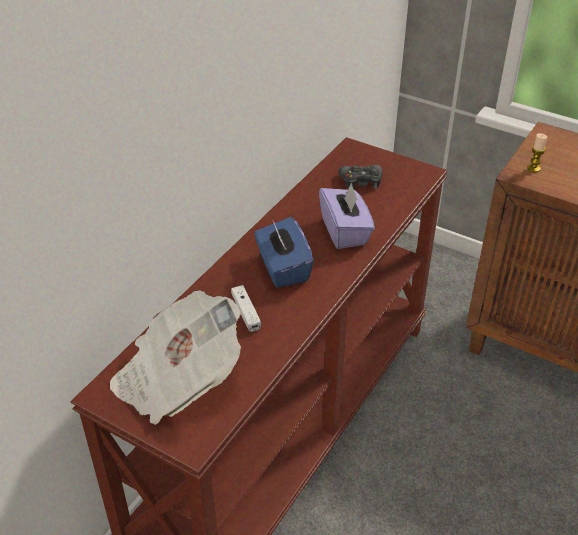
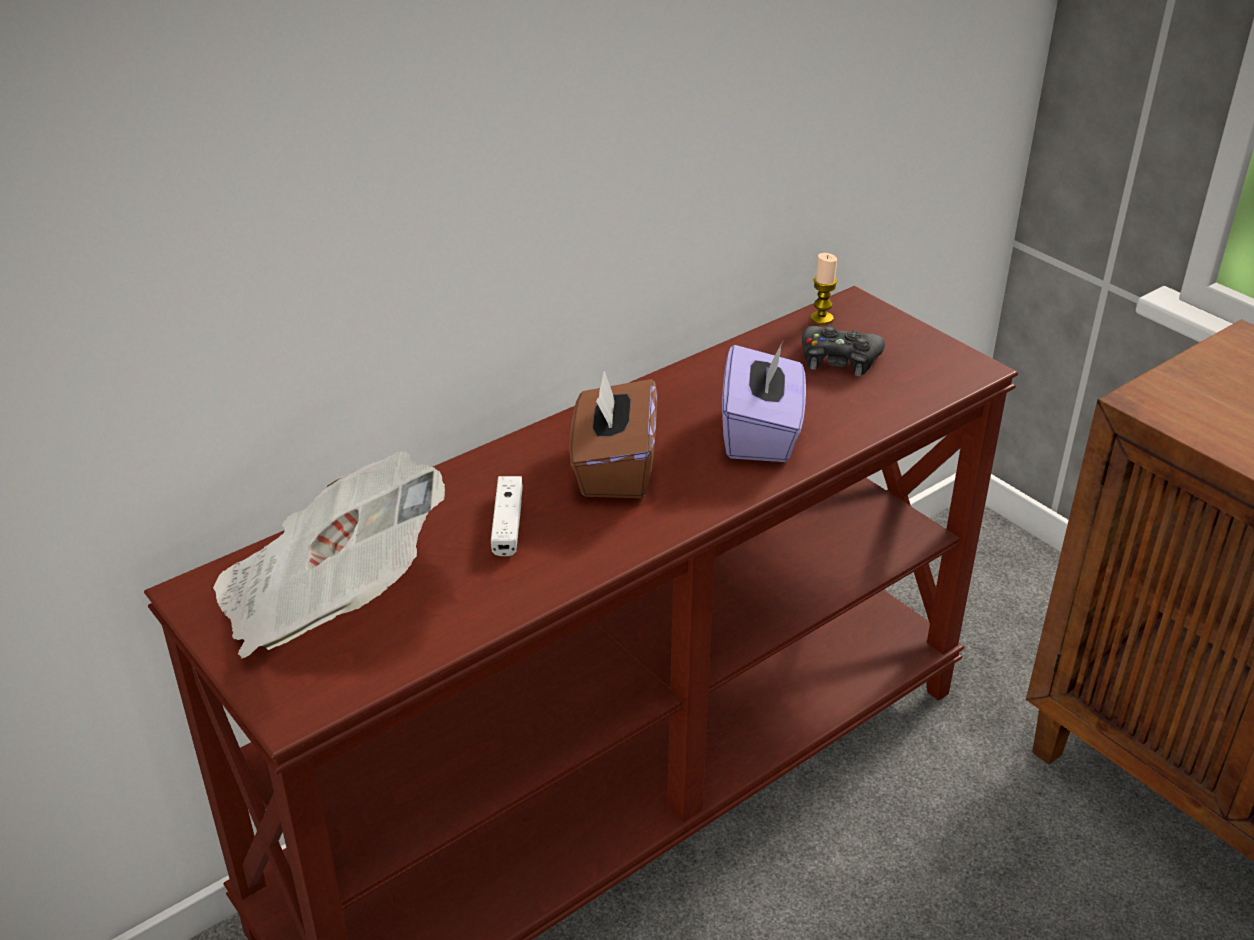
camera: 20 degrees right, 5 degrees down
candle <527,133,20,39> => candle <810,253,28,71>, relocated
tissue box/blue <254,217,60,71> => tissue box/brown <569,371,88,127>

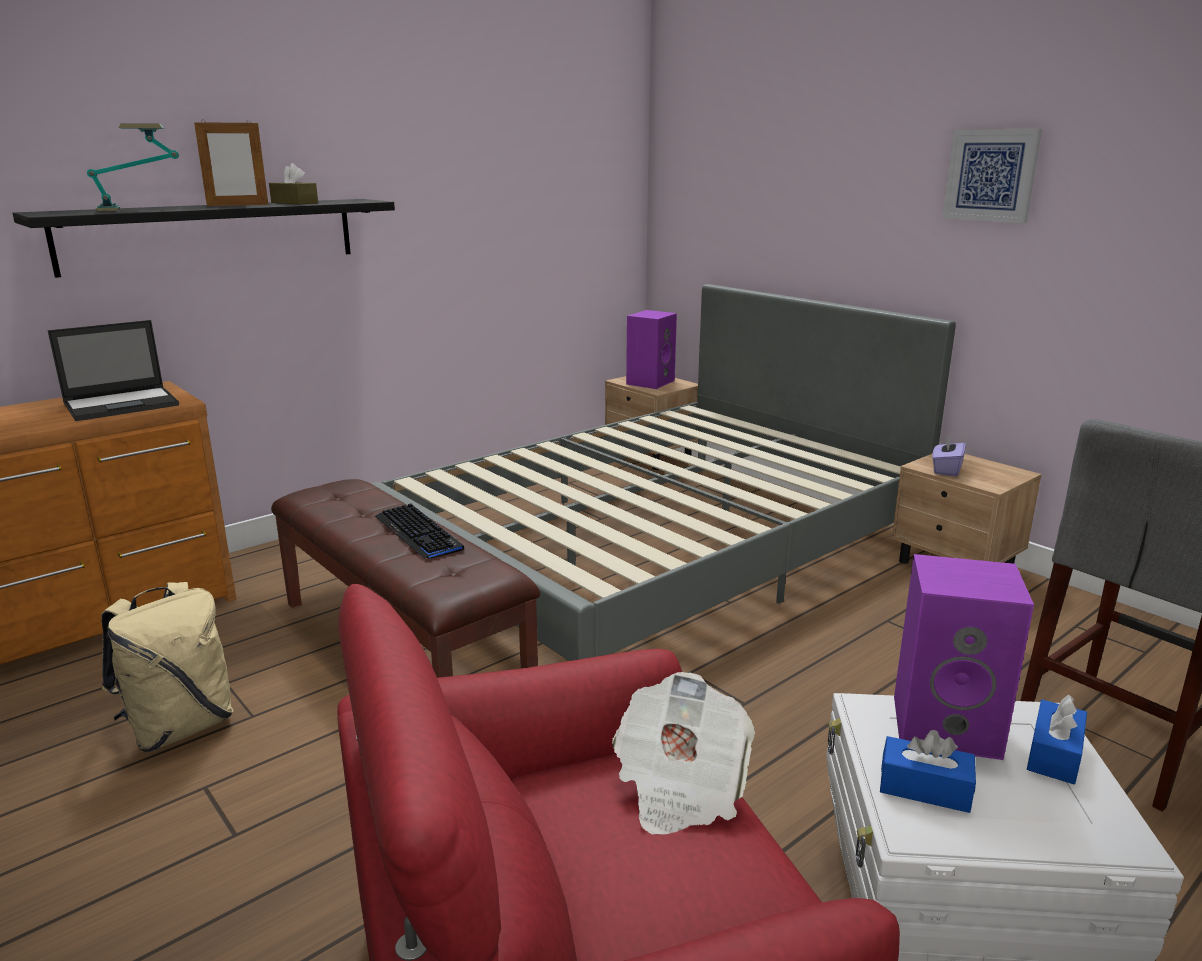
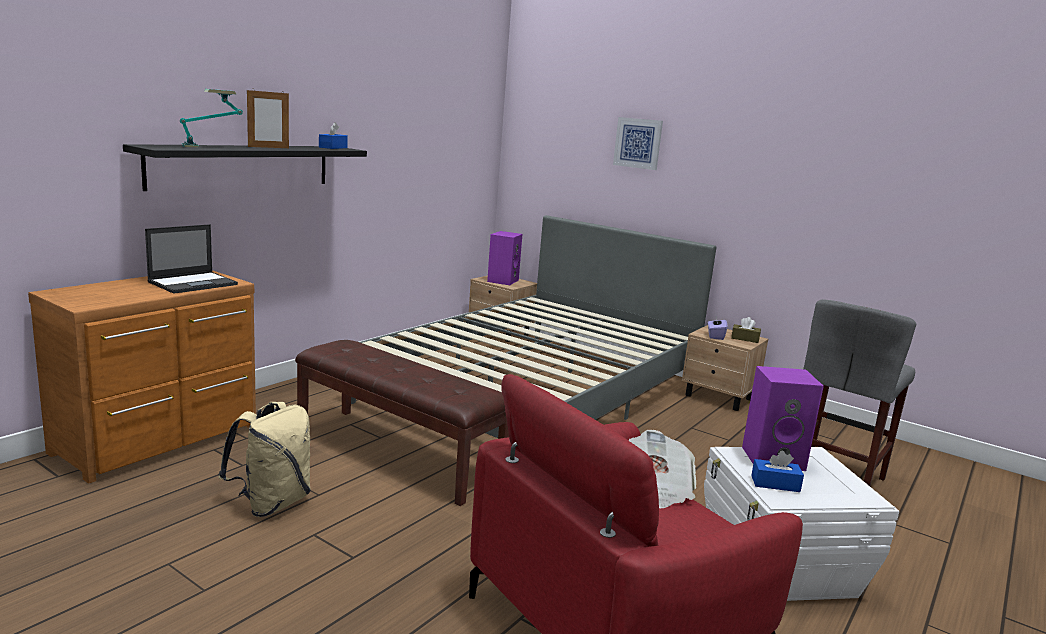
camera: 15 degrees left, 5 degrees down
picture <942,129,100,94> => picture <613,117,50,53>, relocated
tissue box/brown <269,163,49,41> => tissue box/brown <731,317,30,26>, relocated
keyboard <375,504,89,55> => nothing
tissue box/blue <1027,694,60,90> => tissue box/blue <319,122,29,27>, relocated

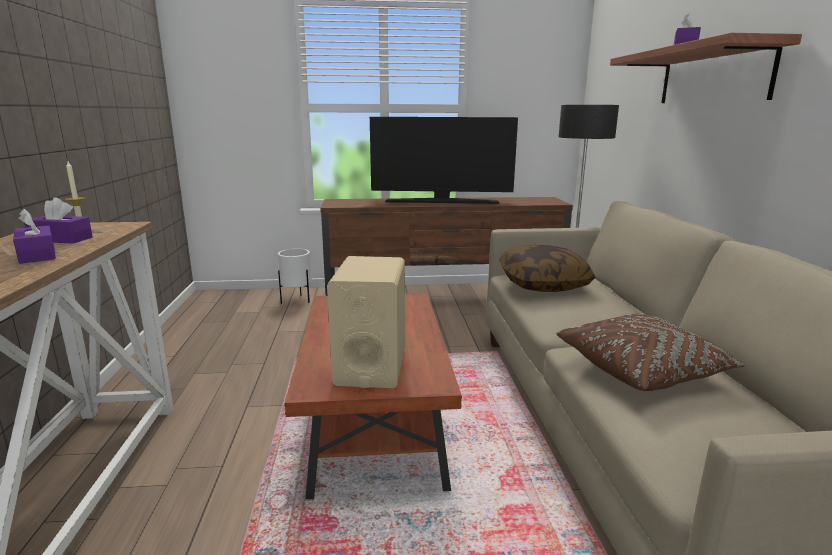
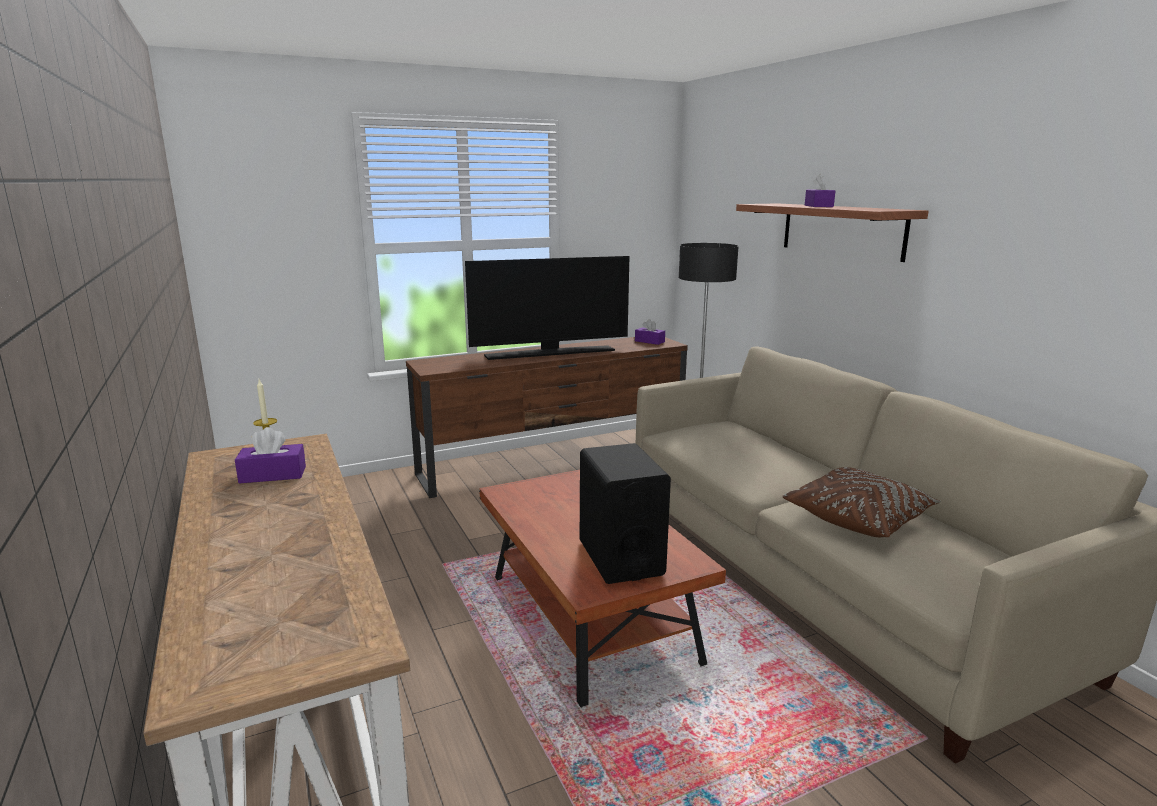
camera: 20 degrees left, 0 degrees up
tissue box/purple <13,209,43,55> => tissue box/purple <635,319,30,26>, relocated
pillow <499,245,96,47> => nothing
planter/white <278,249,34,55> => nothing
speaker/beige <327,256,78,132> => speaker/black <580,443,91,141>

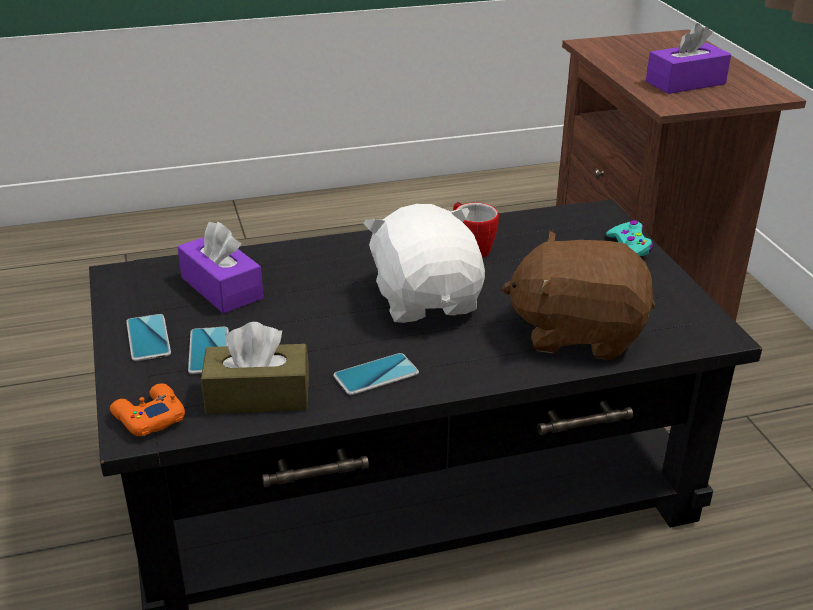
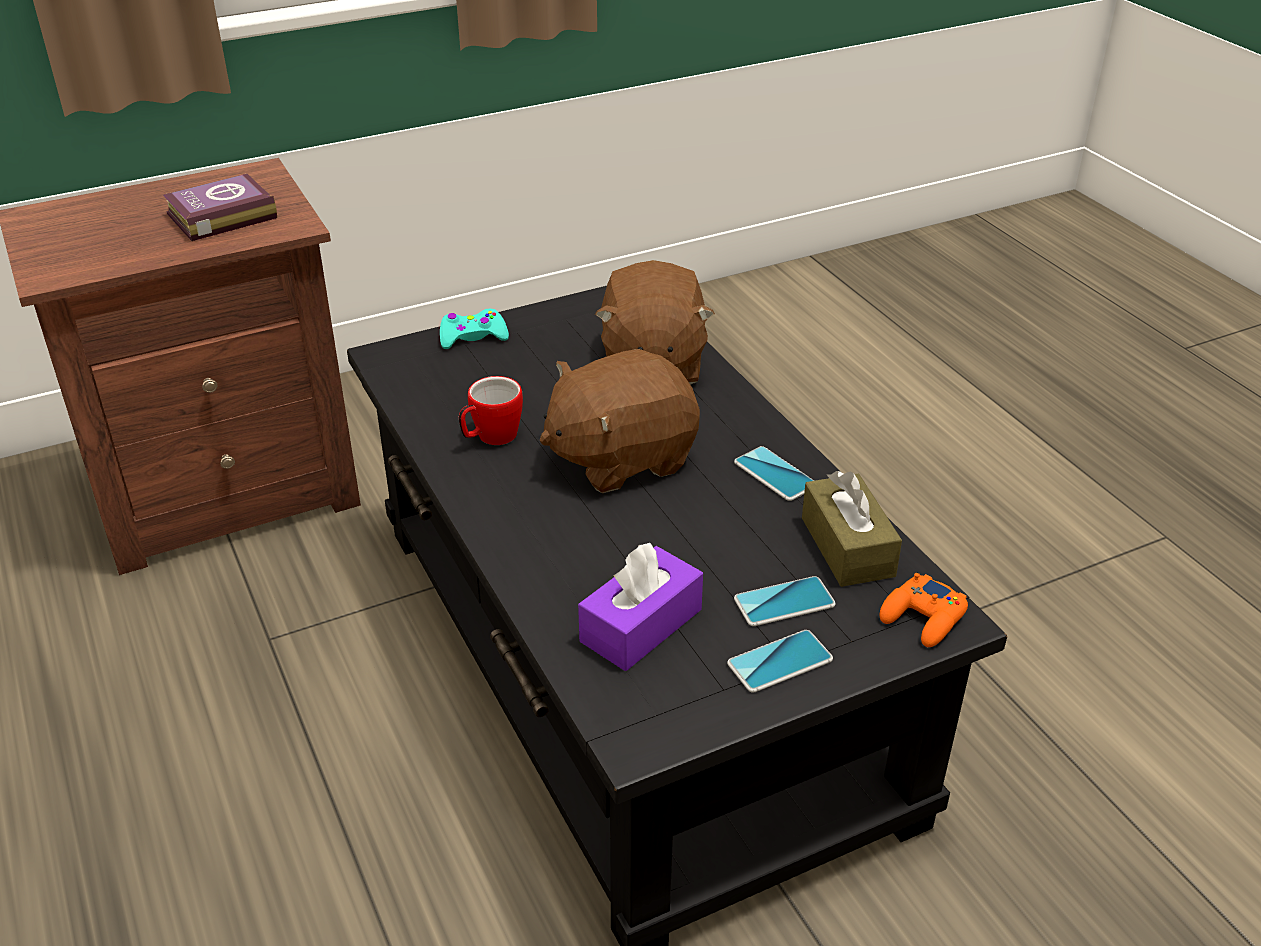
camera: 100 degrees left, 5 degrees up
tissue box/purple <646,23,85,71> => book <163,174,114,67>
plush toy/white <364,204,121,119> => plush toy/brown <540,349,160,144>

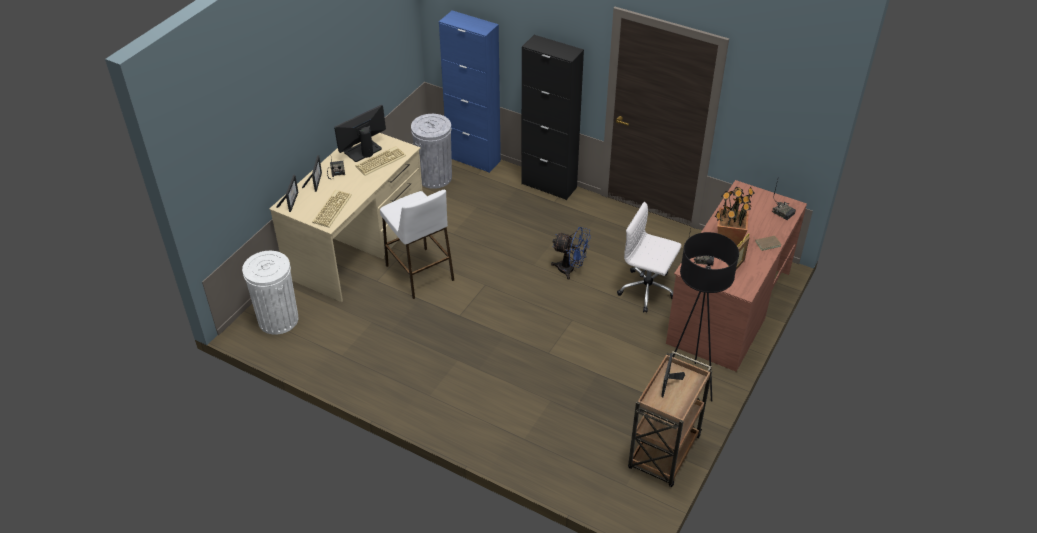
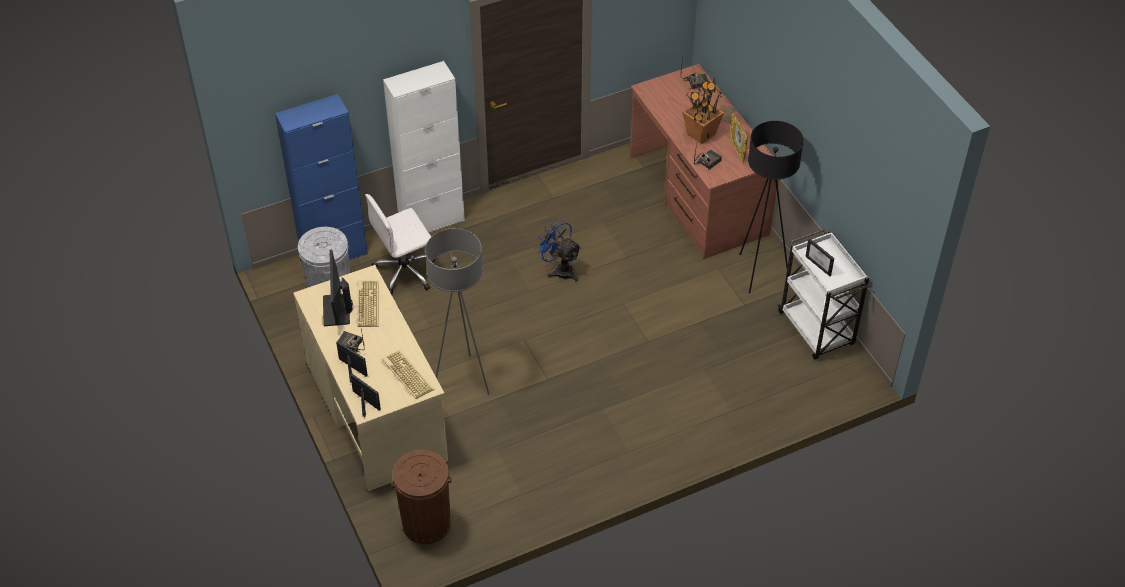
camera: 55 degrees left, 5 degrees up
cabinet/black <521,35,63,165> => cabinet/white <383,61,82,171>
stool/white <380,190,74,109> => floor lamp/grey <425,228,64,167>
office chair/white <617,202,65,111> => office chair/white <365,194,70,100>, relocated
fan/blue <551,227,40,52> => fan/blue <535,219,46,63>, 105 degrees counterclockwise
trash can/white <242,251,57,84> => trash can/brown <392,450,59,94>
cart/brown <628,351,84,136> => cart/white <778,229,92,130>

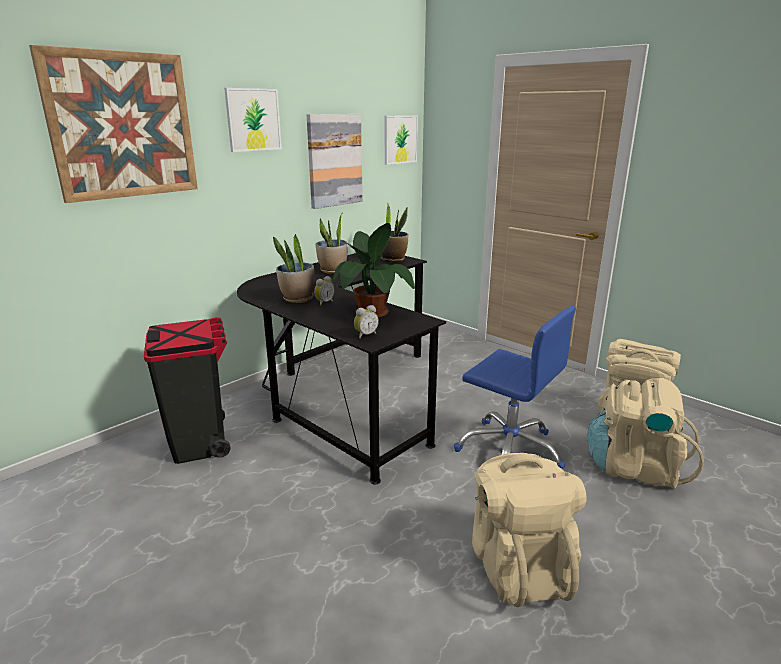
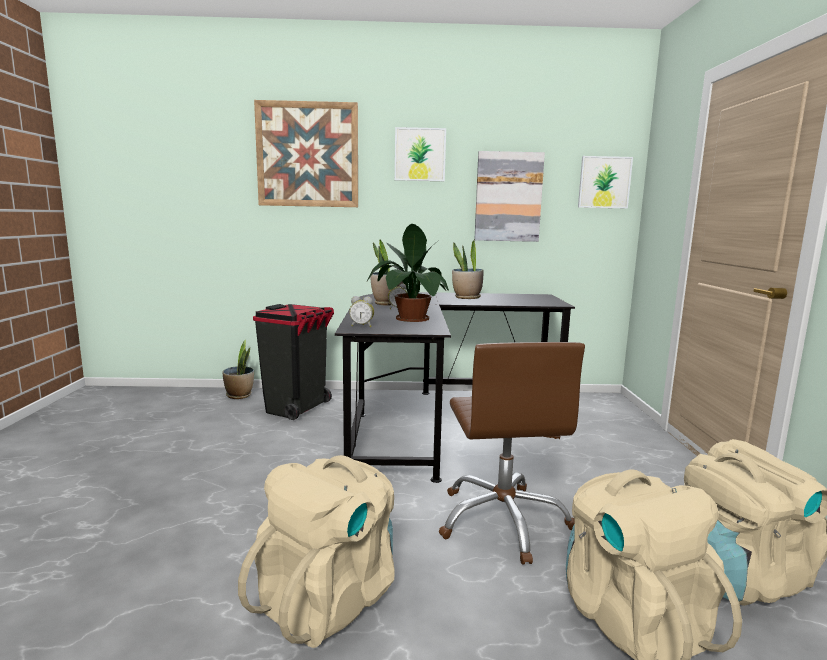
camera: 45 degrees right, 10 degrees down
potted plant <381,204,28,58> => potted plant <223,340,31,59>, relocated
office chair/blue <454,306,122,164> => office chair/brown <439,342,146,223>

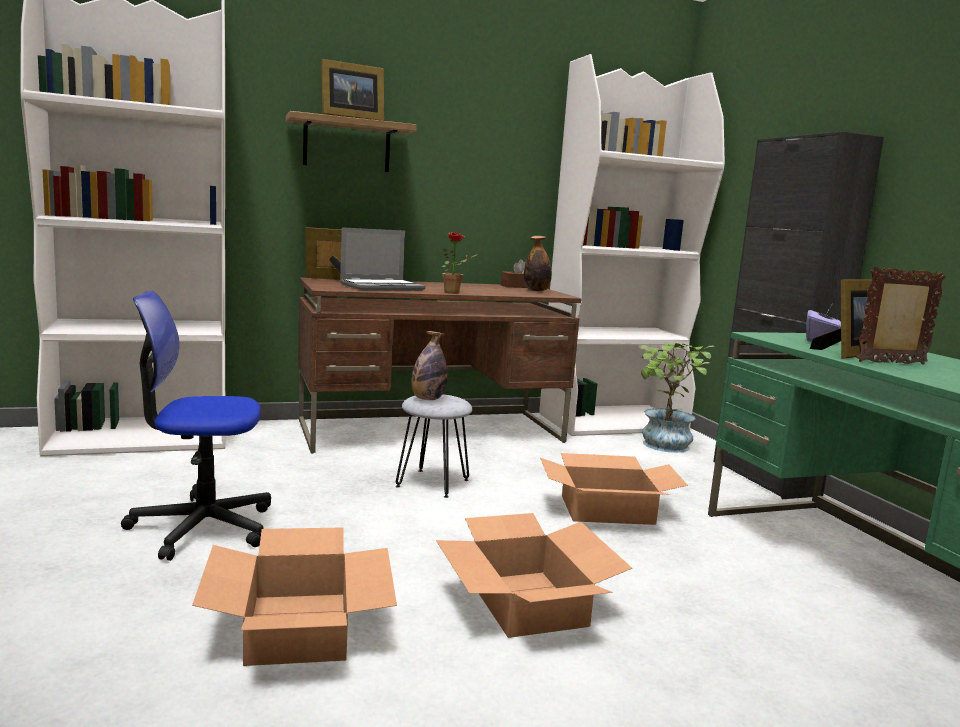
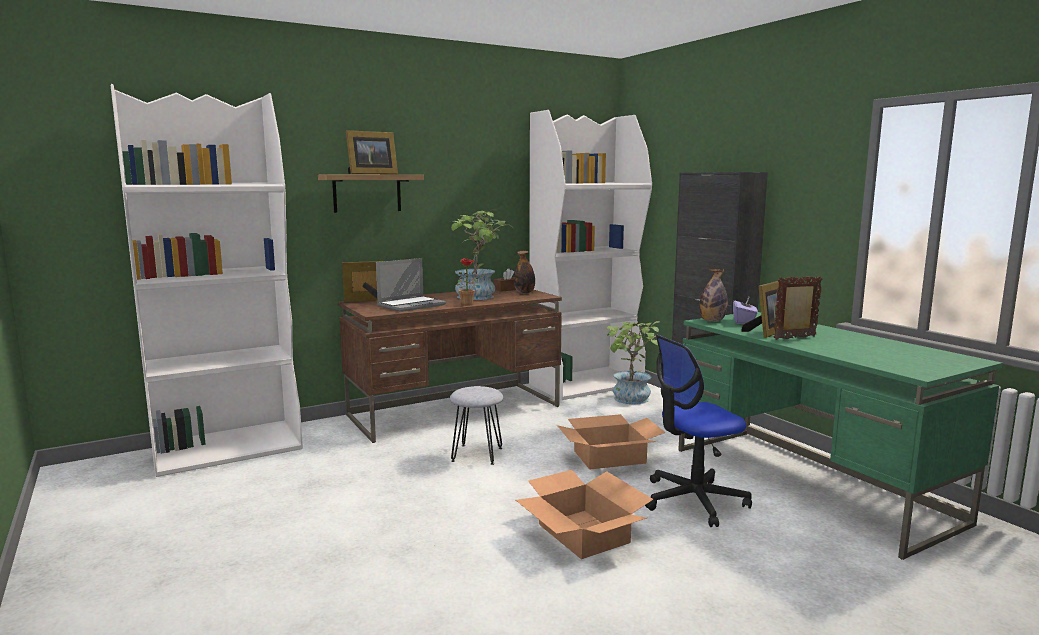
camera: 10 degrees left, 0 degrees up
office chair <121,291,150,270> => office chair <645,335,107,192>, relocated
bottle <411,331,36,69> => bottle <699,269,29,52>, relocated
cardboard box <192,527,205,139> => nothing
nothing => potted plant <450,209,64,91>

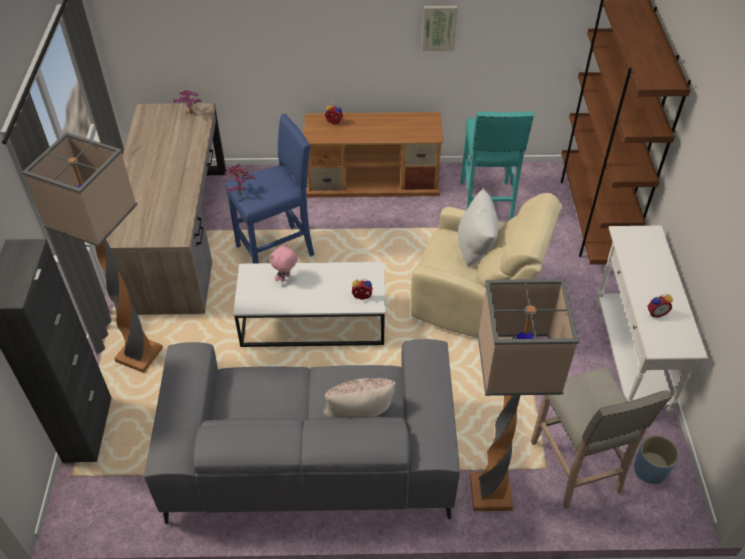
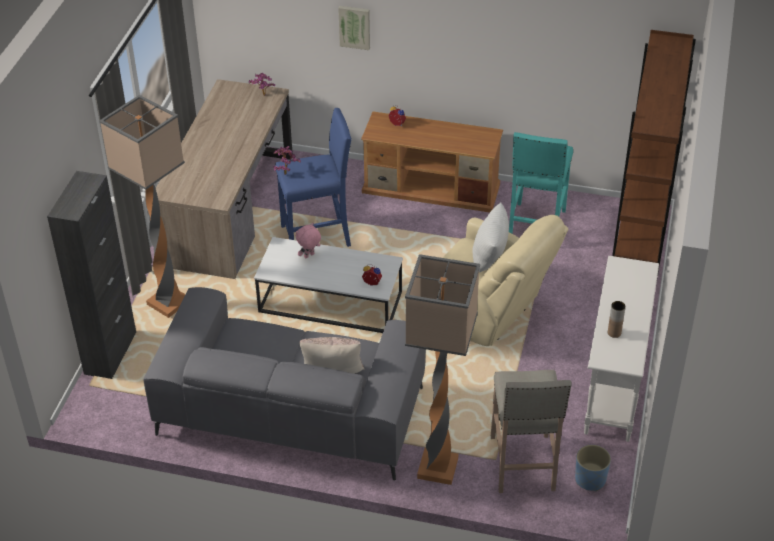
camera: 15 degrees right, 5 degrees down
picture <422,6,35,45> => picture <338,6,32,44>, relocated
alarm clock <647,294,26,24> => vase/brown <608,301,18,37>

